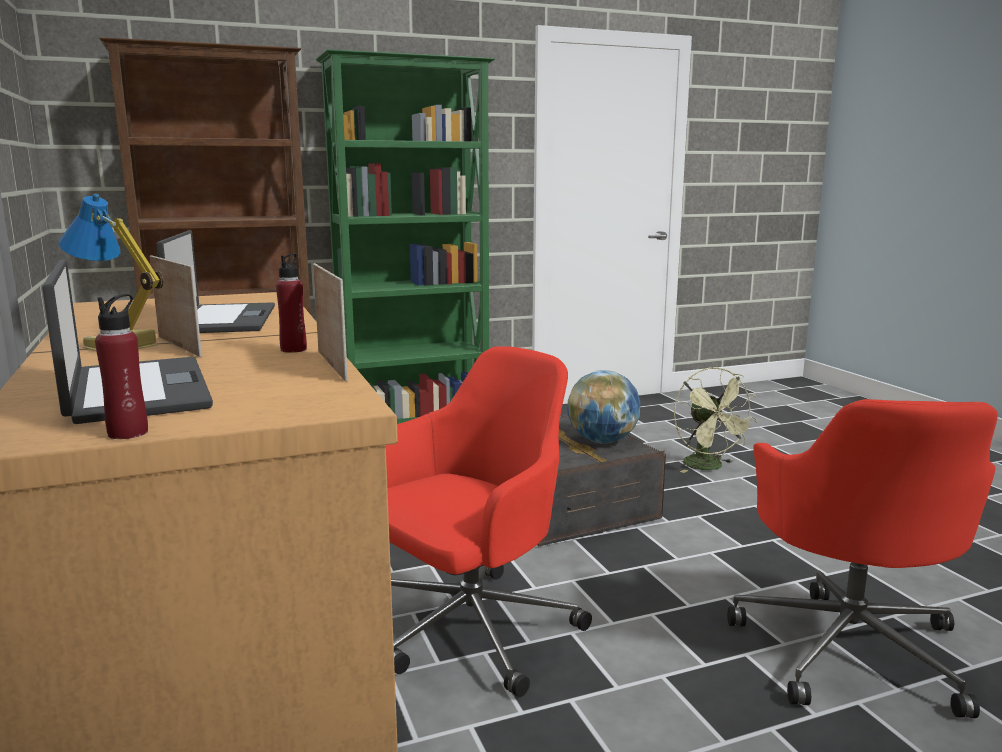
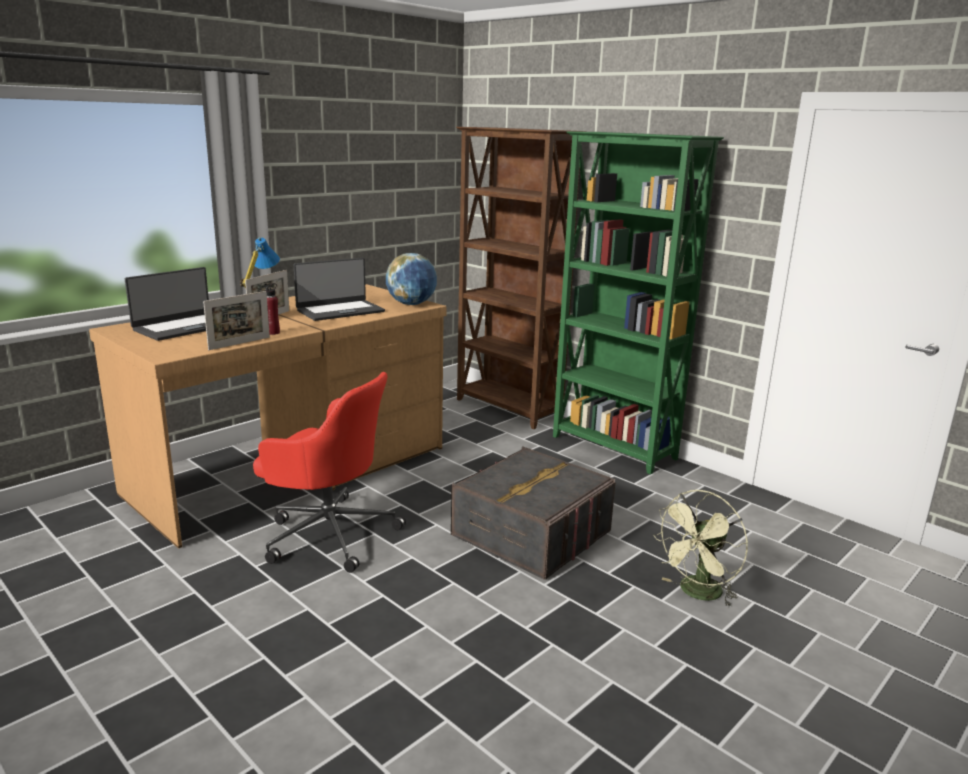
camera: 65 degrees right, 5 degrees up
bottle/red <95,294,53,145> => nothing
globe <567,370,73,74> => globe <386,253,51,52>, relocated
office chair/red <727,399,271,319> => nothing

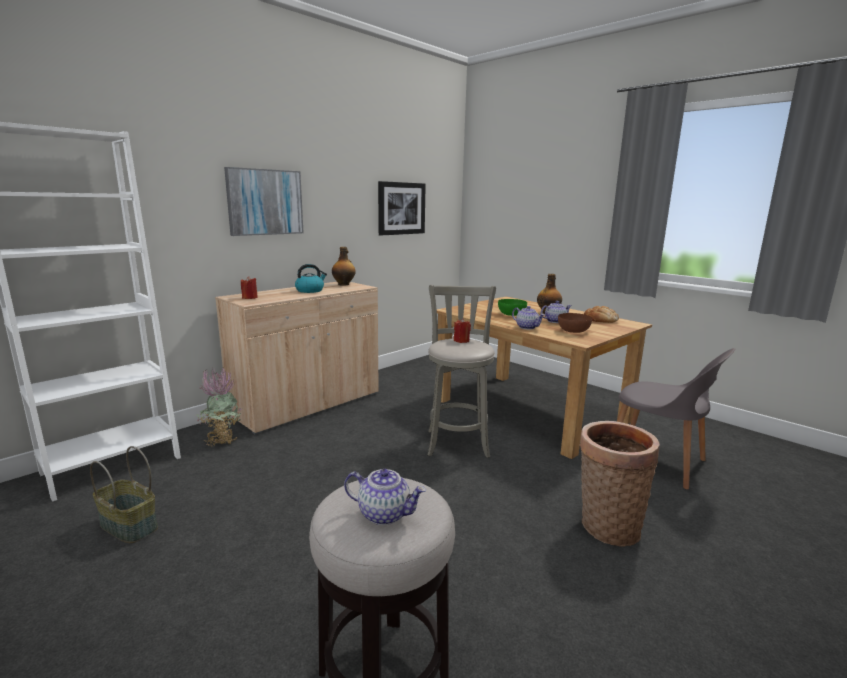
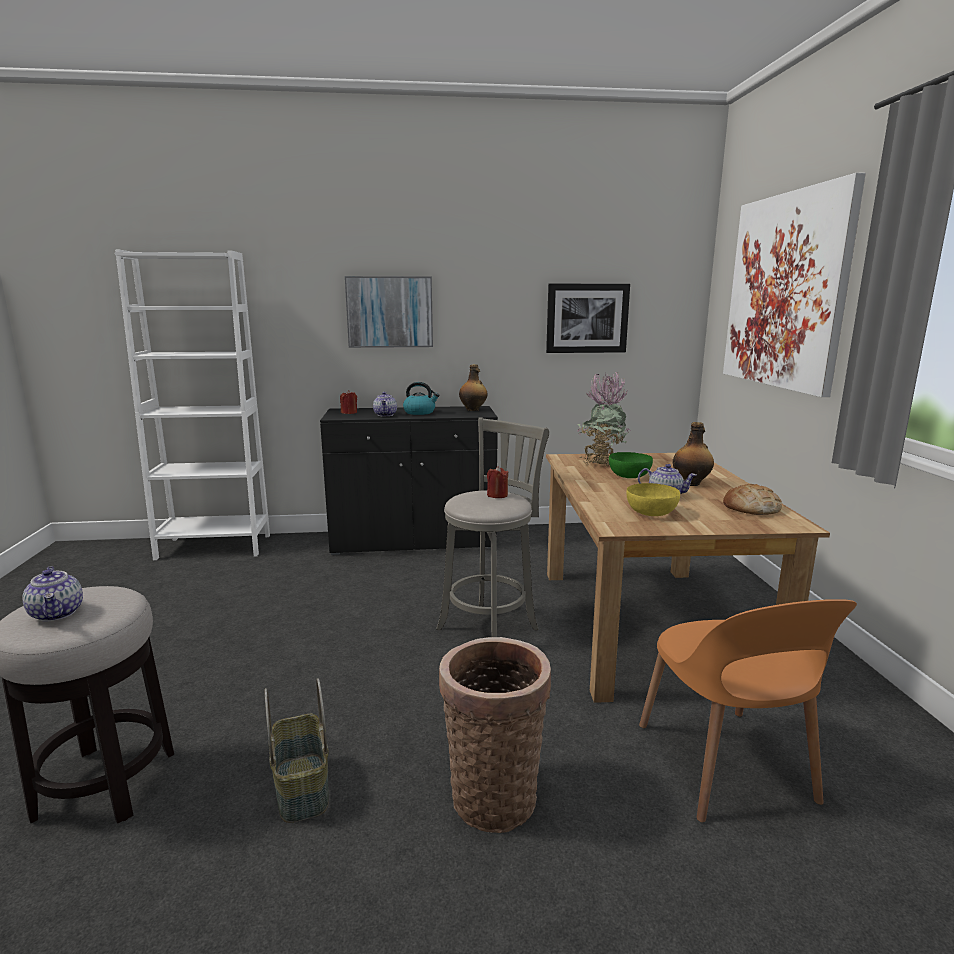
camera: 40 degrees right, 0 degrees up
cabinet/beige <215,282,164,153> => cabinet/black <320,406,178,149>
teapot <512,306,33,24> => teapot <373,392,24,24>, relocated
bowl/brown <558,313,34,20> => bowl/yellow <626,483,54,33>
chair/grey <617,348,119,142> => chair/orange <639,599,218,223>
potted plant <196,367,46,79> => potted plant <578,373,52,94>, relocated
basket <90,446,68,97> => basket <265,678,64,145>, relocated
nothing => picture <723,173,143,224>

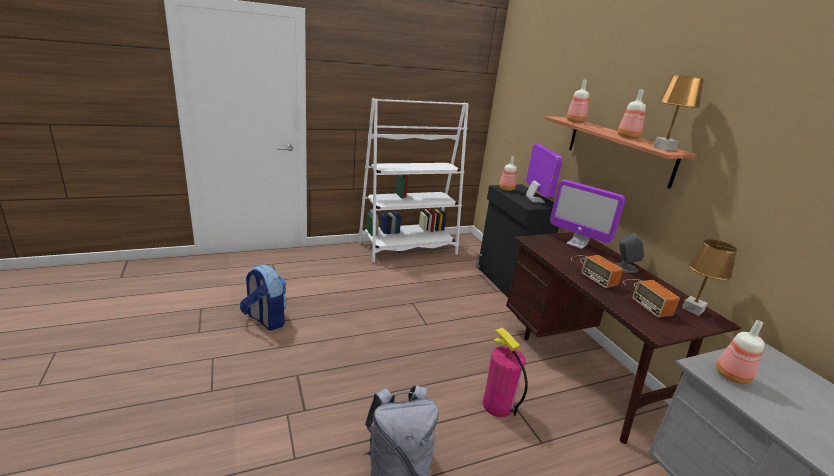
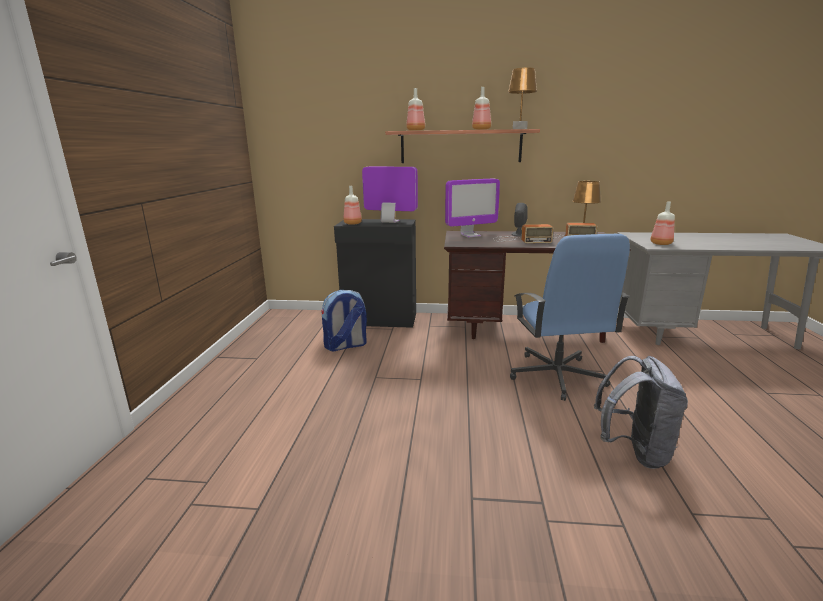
camera: 60 degrees left, 5 degrees down
bookcase/white <358,98,111,165> => nothing
backpack <240,265,47,65> => backpack <321,290,46,62>, relocated
fire extinguisher <483,327,45,90> => office chair/blue <510,234,120,167>

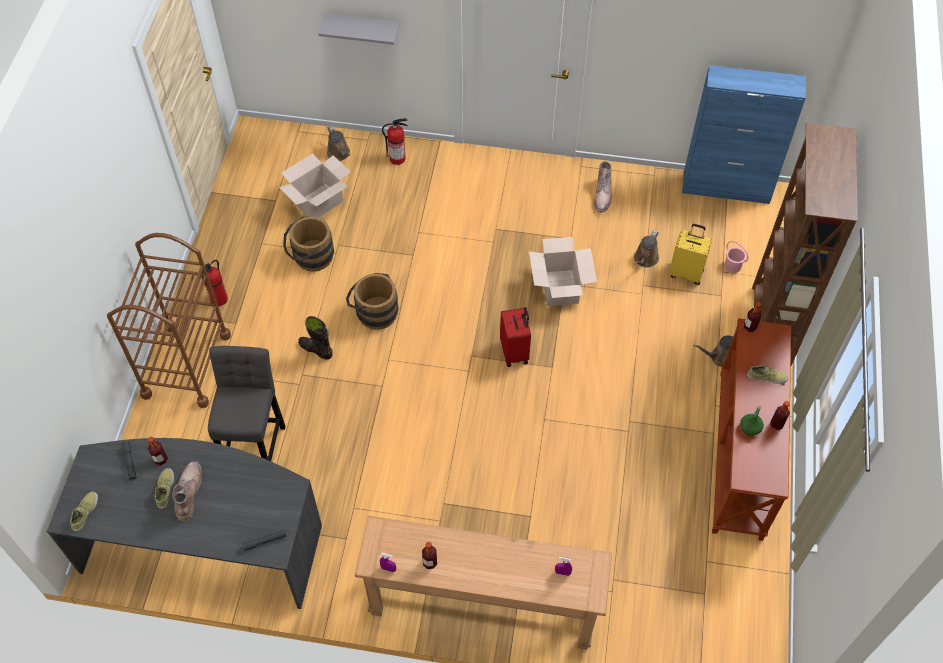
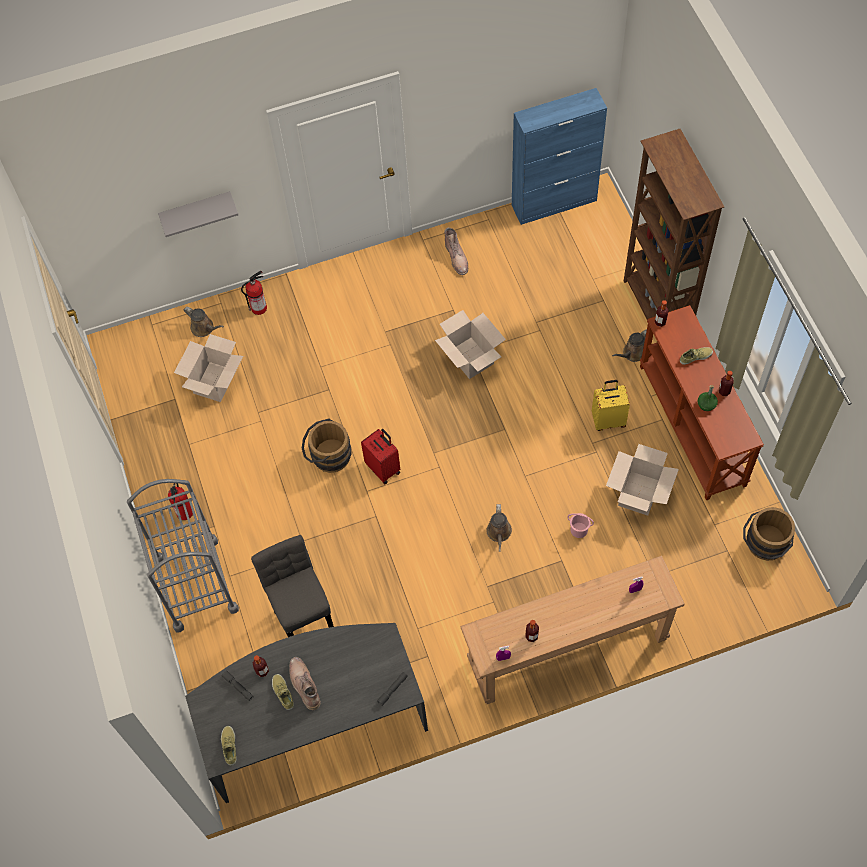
camera: 25 degrees left, 5 degrees up
bucket/brown <283,216,51,56> => bucket/brown <743,507,52,53>, relocated
suitcase/yellow <669,224,43,61> => suitcase/yellow <592,380,38,51>, relocated
watering can/brown <634,230,25,38> => watering can/brown <486,504,26,48>, relocated
cart/brown <107,233,124,175> => cart/grey <127,479,112,153>
bucket/pink <724,241,25,32> => bucket/pink <567,513,27,25>, relocated
suitcase/red <500,307,31,60> => suitcase/red <361,429,39,55>, relocated
boot/black <298,316,35,44> => nothing
nothing => cardboard box <606,444,73,72>

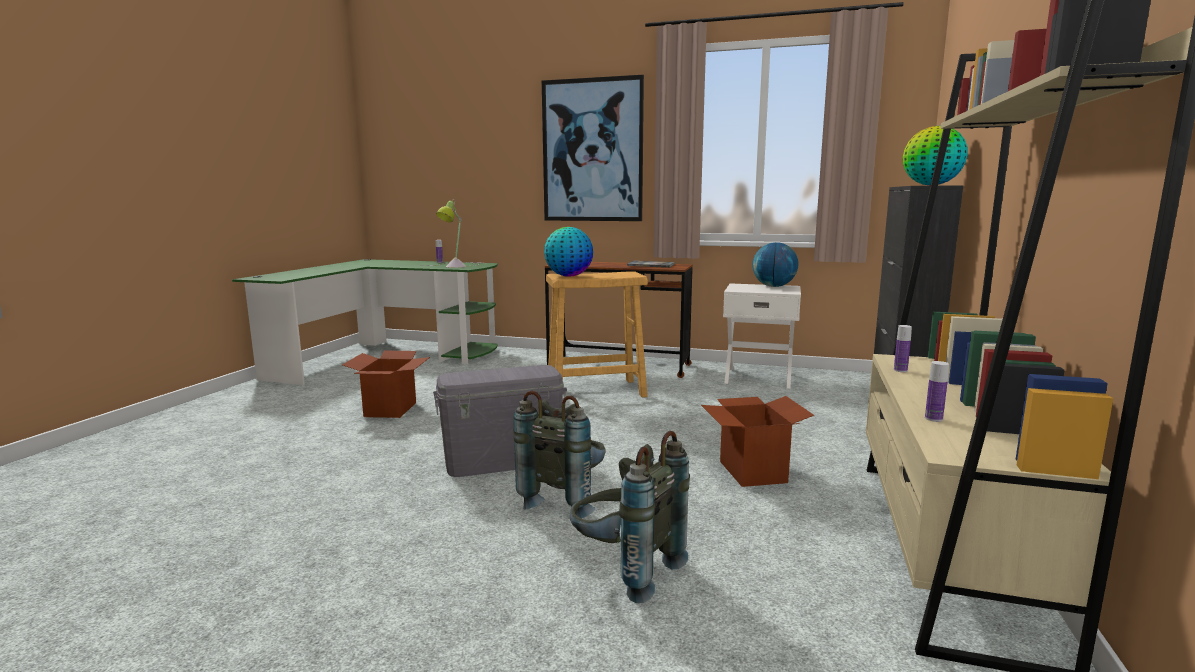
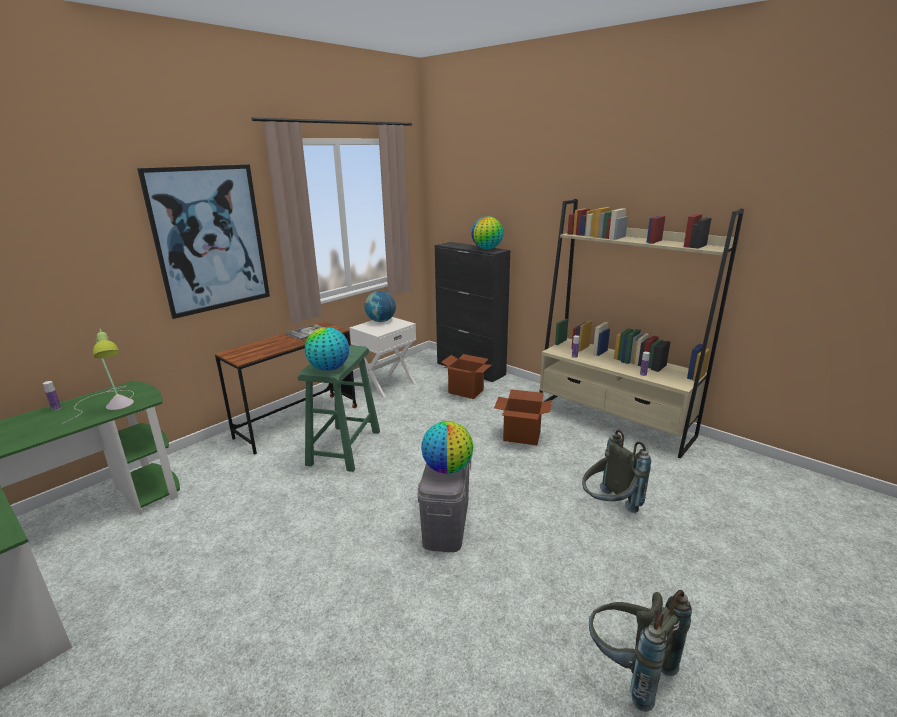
camera: 65 degrees left, 10 degrees up
stool/beige <546,271,102,127> => stool/green <298,345,82,127>
cardboard box <342,351,88,67> => cardboard box <441,354,50,45>, relocated
backpack/grey <513,390,93,129> => backpack/grey <589,590,103,122>, relocated
nothing => globe <421,421,52,53>

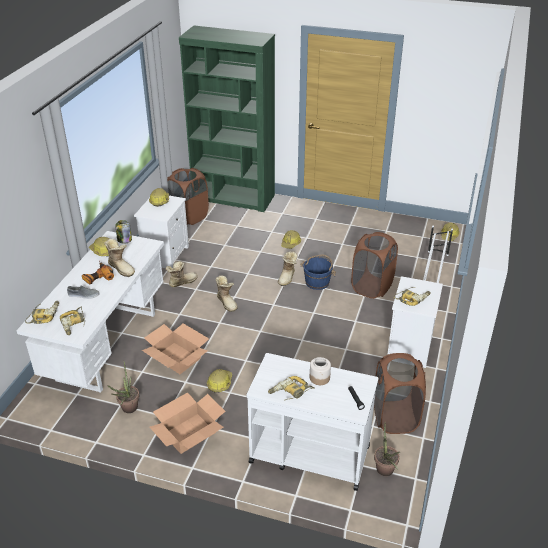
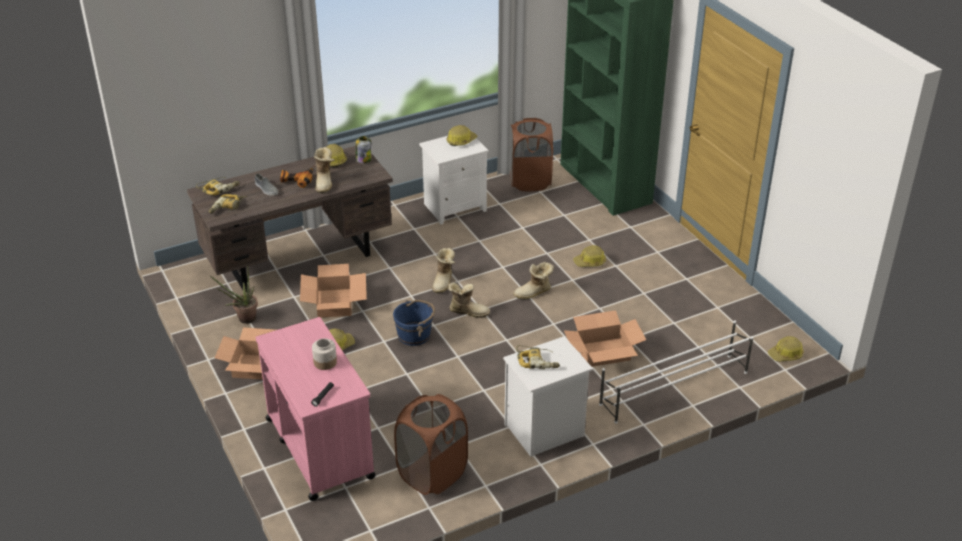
camera: 45 degrees right, 0 degrees up
desk/white <16,231,148,162> => desk/brown <187,146,206,147>
laundry basket/brown <351,232,47,67> => cardboard box <564,310,82,57>
bucket/blue <300,254,36,36> => bucket/blue <393,300,42,46>, relocated
boot <166,261,32,26> => boot <448,283,42,35>, relocated
cart/white <247,353,132,138> => cart/pink <255,317,121,184>
power drill <268,376,47,25> => nothing
potted plant <374,423,26,53> => nothing

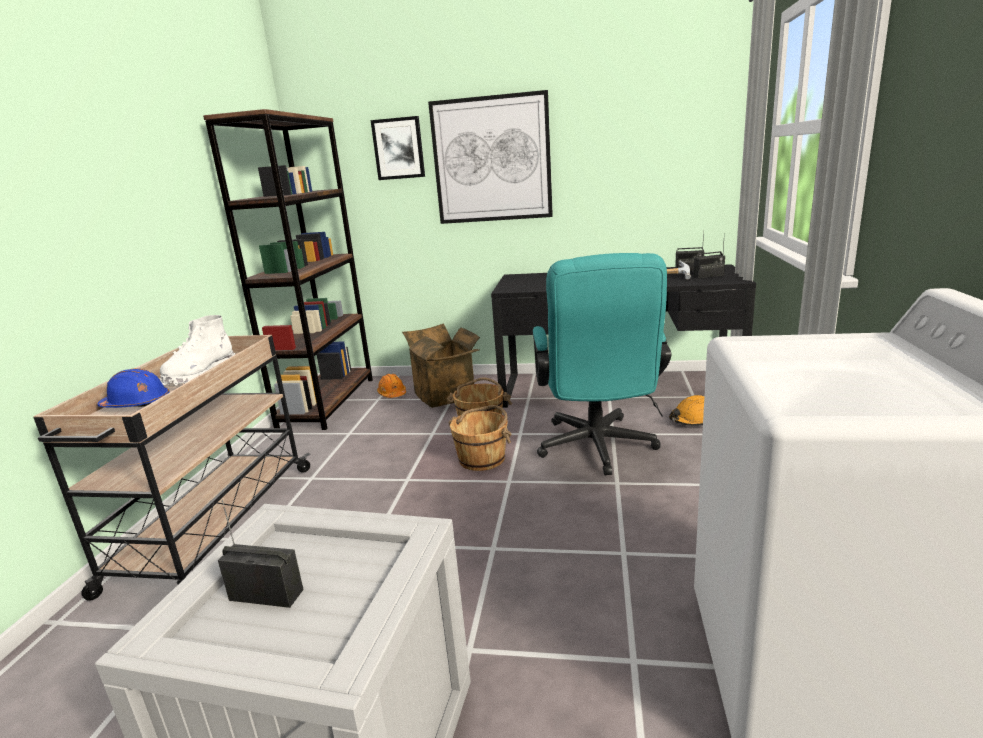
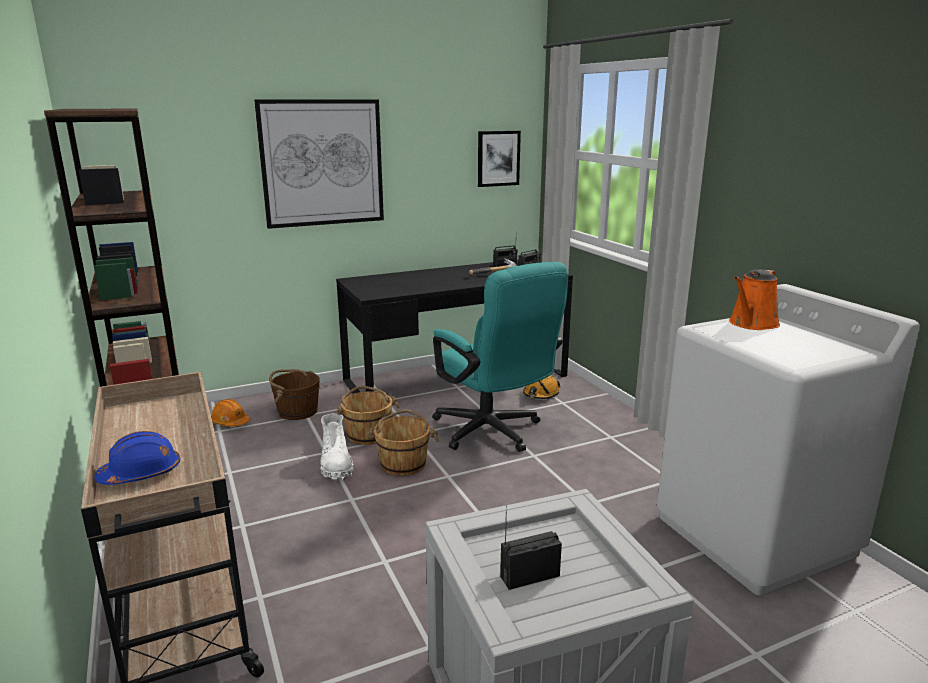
camera: 35 degrees left, 0 degrees up
picture <371,116,54,64> => picture <478,131,43,56>, relocated
boot/white <160,315,75,72> => boot/white <320,413,33,68>, relocated
cardboard box <402,323,78,85> => bucket/brown <269,369,51,51>
nothing => watering can/orange <729,269,51,61>

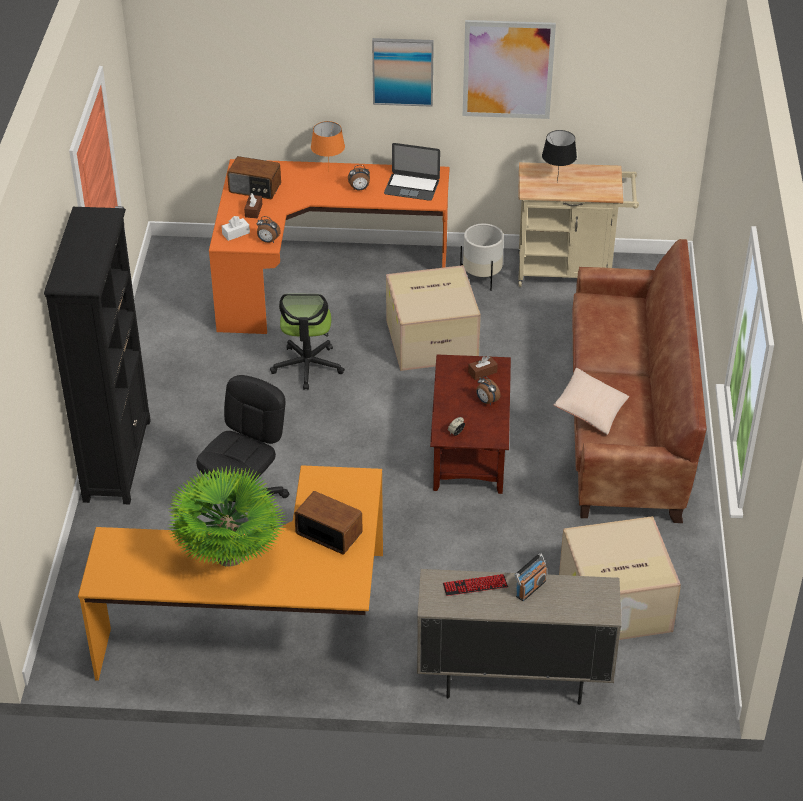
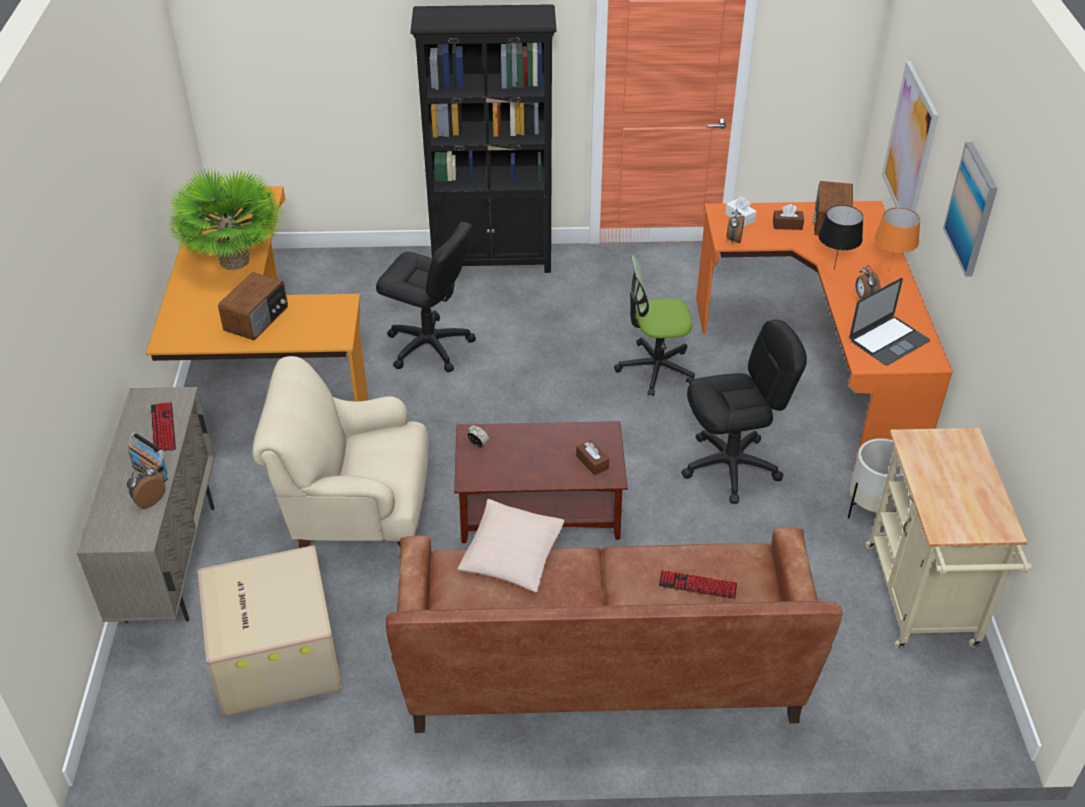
camera: 85 degrees right, 0 degrees up
picture <463,20,93,99> => picture <882,61,57,151>, relocated
table lamp/black <542,130,35,52> => table lamp/black <818,205,45,65>, relocated
laptop <384,143,56,58> => laptop <849,278,81,87>, 135 degrees counterclockwise
cardboard box <386,265,95,106> => office chair/black <681,320,126,184>
alarm clock <476,376,24,29> => alarm clock <127,466,38,42>, relocated
nothing => armchair/beige <252,356,177,202>
nothing => keyboard <659,570,78,29>

